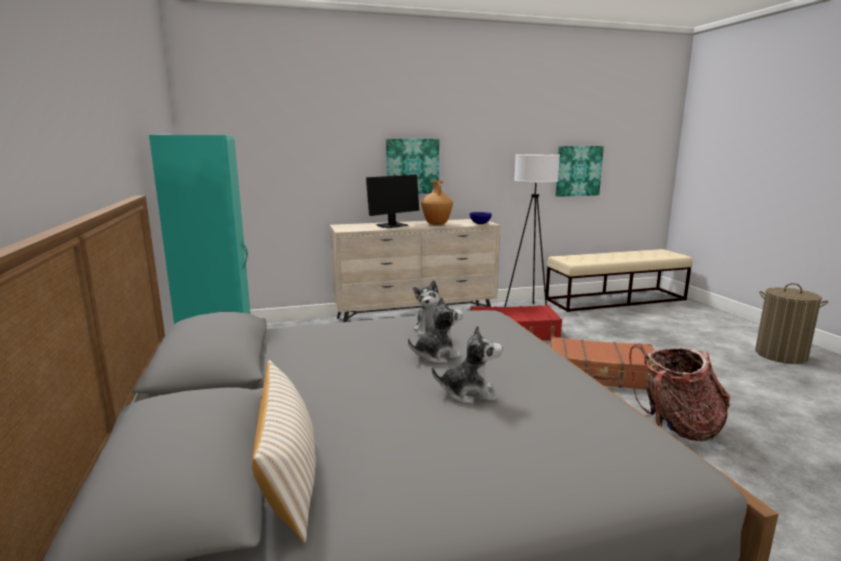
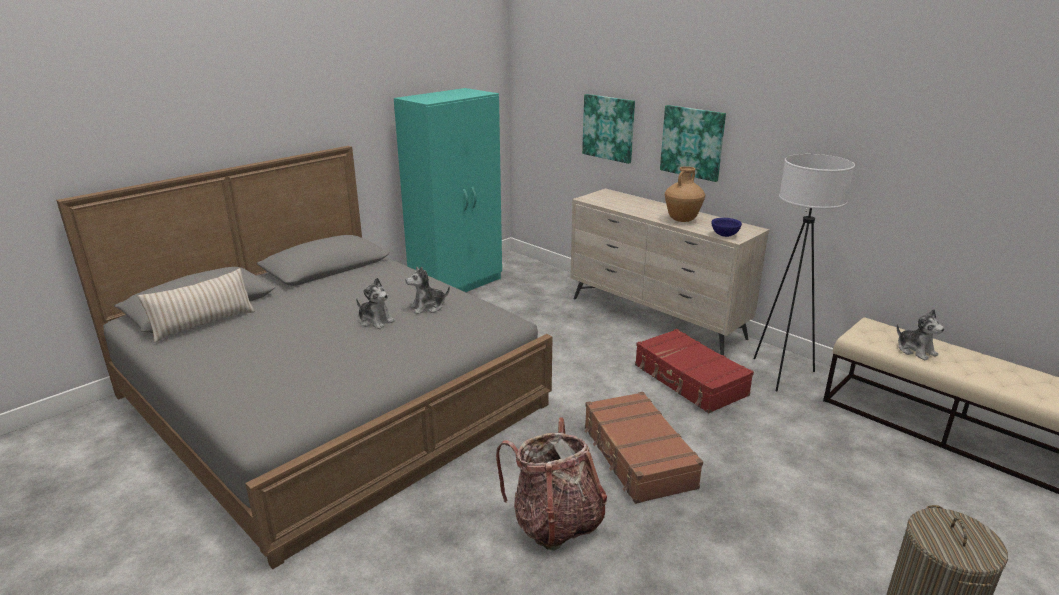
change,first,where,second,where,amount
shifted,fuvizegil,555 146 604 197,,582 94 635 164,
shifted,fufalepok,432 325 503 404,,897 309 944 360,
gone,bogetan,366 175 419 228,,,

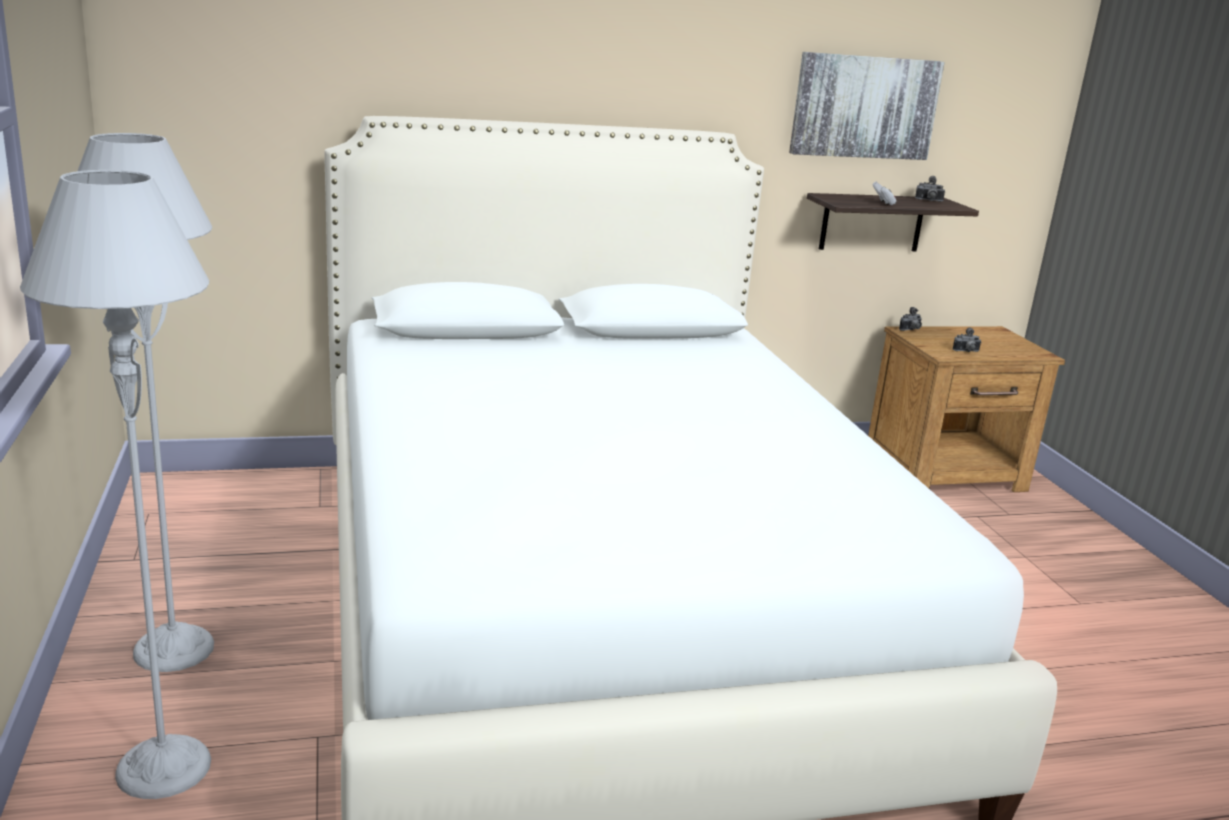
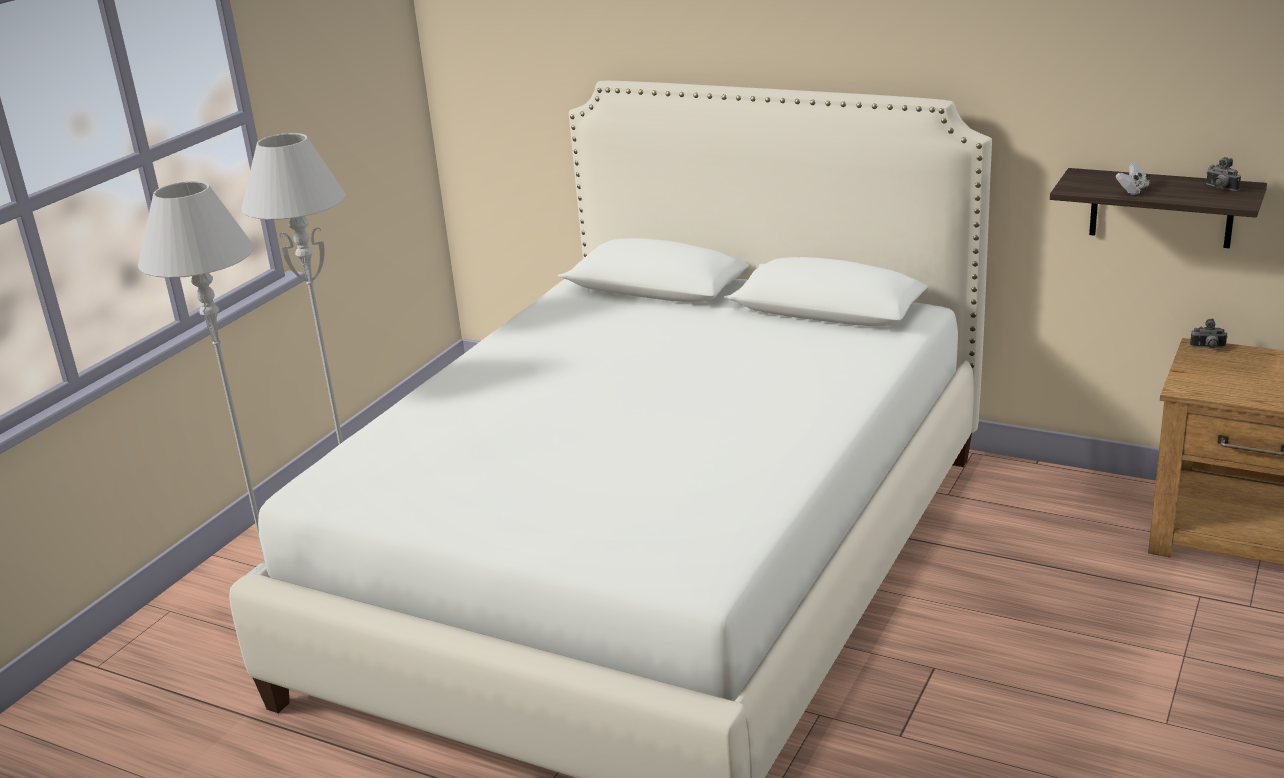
change,first,where,second,where,amount
gone,fuvizegil,789 52 945 160,,,
gone,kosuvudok,953 327 982 352,,,

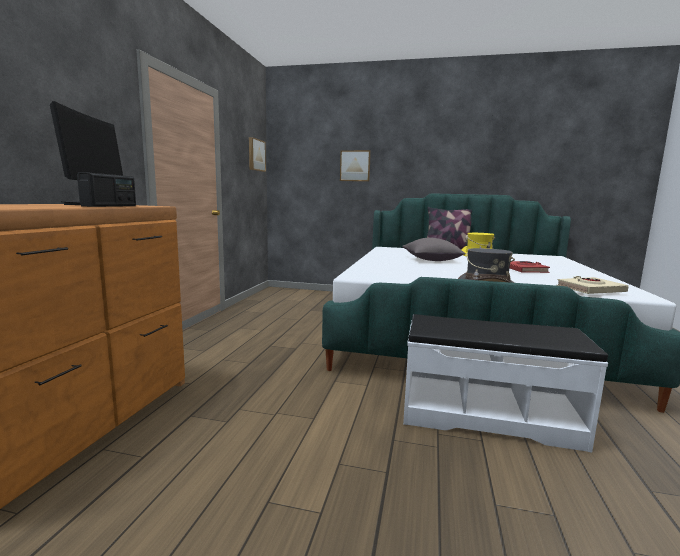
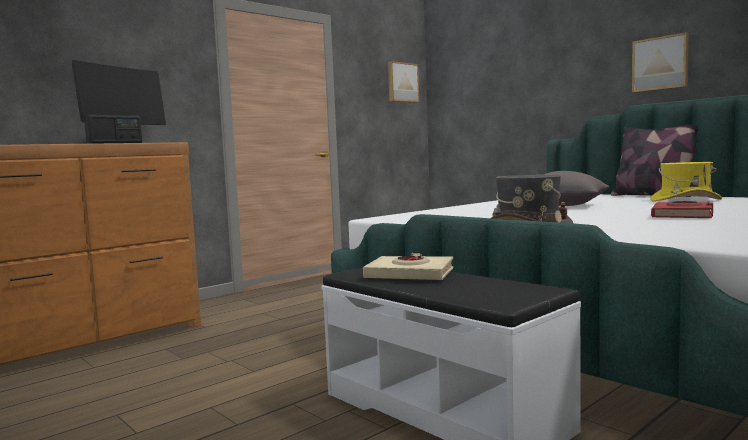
change,first,where,second,where,amount
shifted,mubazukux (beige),557 276 629 294,,363 253 453 280,
shifted,fuvizegil,340 150 371 182,,632 32 689 93,

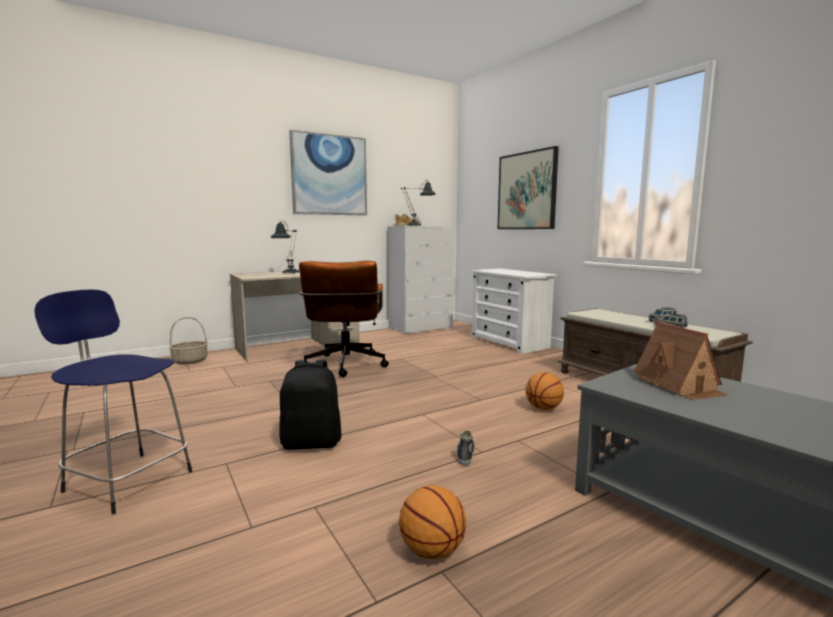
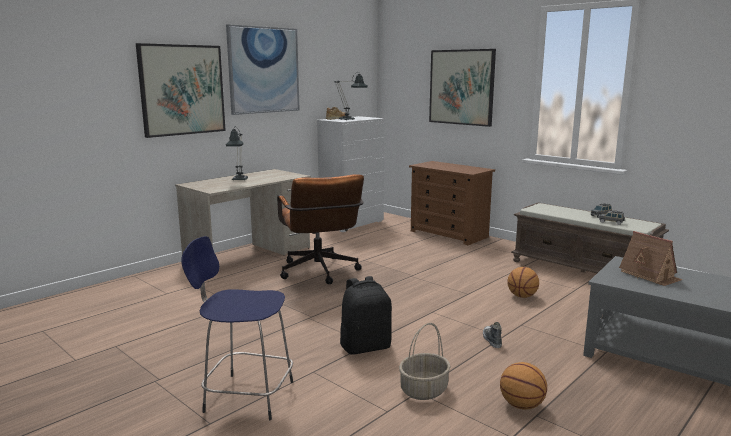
change,first,where,second,where,amount
new,,,fuvizegil,136 43 226 138,
shifted,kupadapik,169 317 208 364,,399 323 450 400,
repainted,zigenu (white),470 268 557 354,zigenu (brown),409 161 495 245,

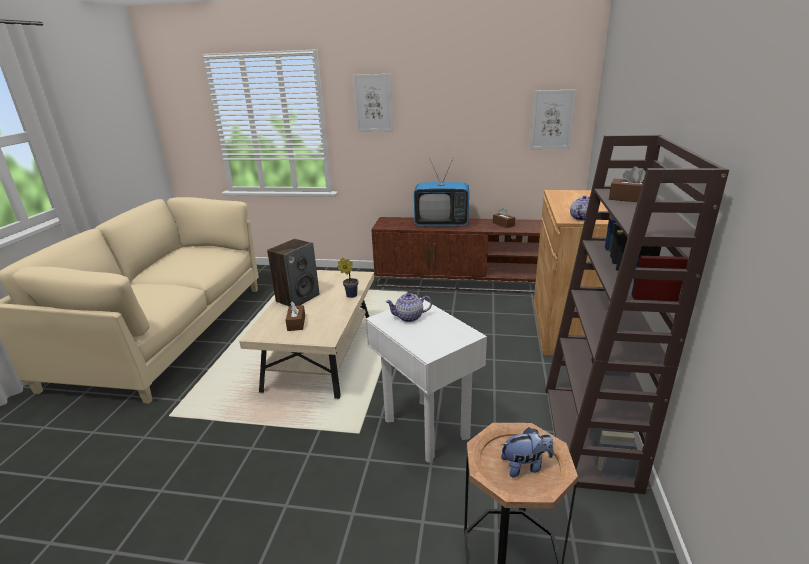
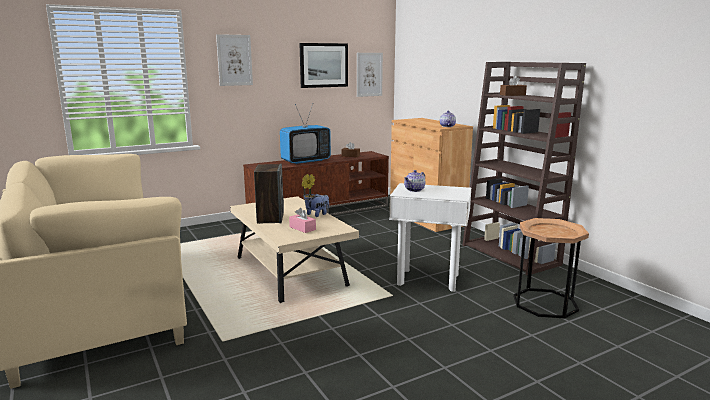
change,first,where,second,where,amount
repainted,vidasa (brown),286 302 305 331,vidasa (pink),289 208 316 233,
new,,,fuvizegil,299 43 348 88,
shifted,fufalepok,501 427 554 477,,307 194 329 217,

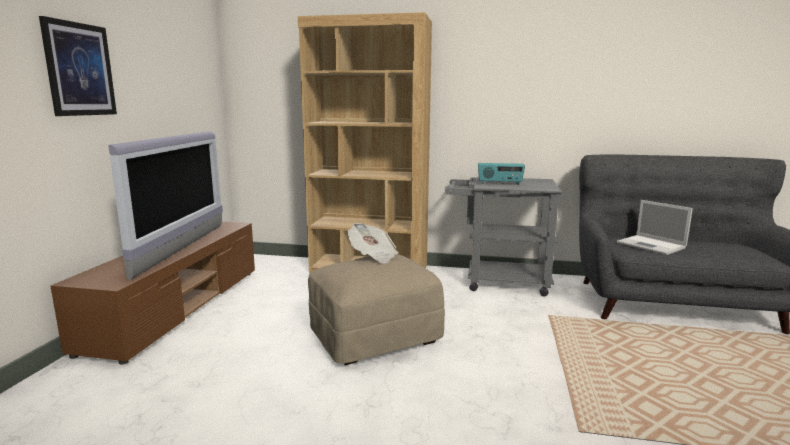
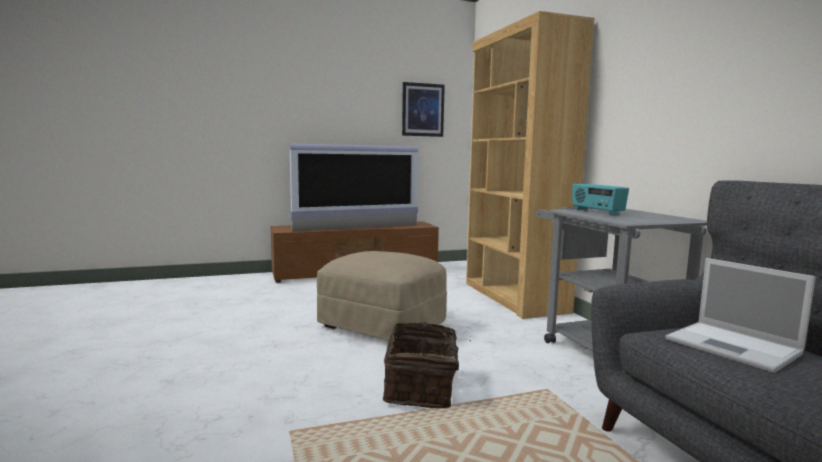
change,first,where,second,where,amount
new,,,kupadapik,383 322 471 408,
shifted,fuvizegil,39 16 117 116,,402 82 445 137,
rotated,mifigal,617 200 693 255,,665 258 816 373,60 degrees counterclockwise
gone,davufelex,347 223 399 264,,,

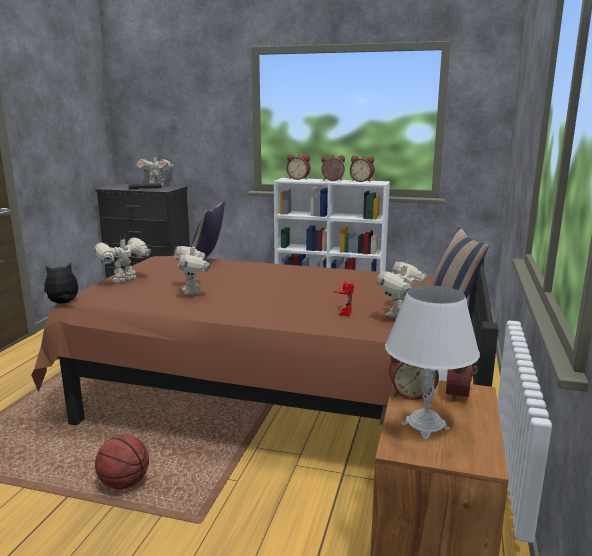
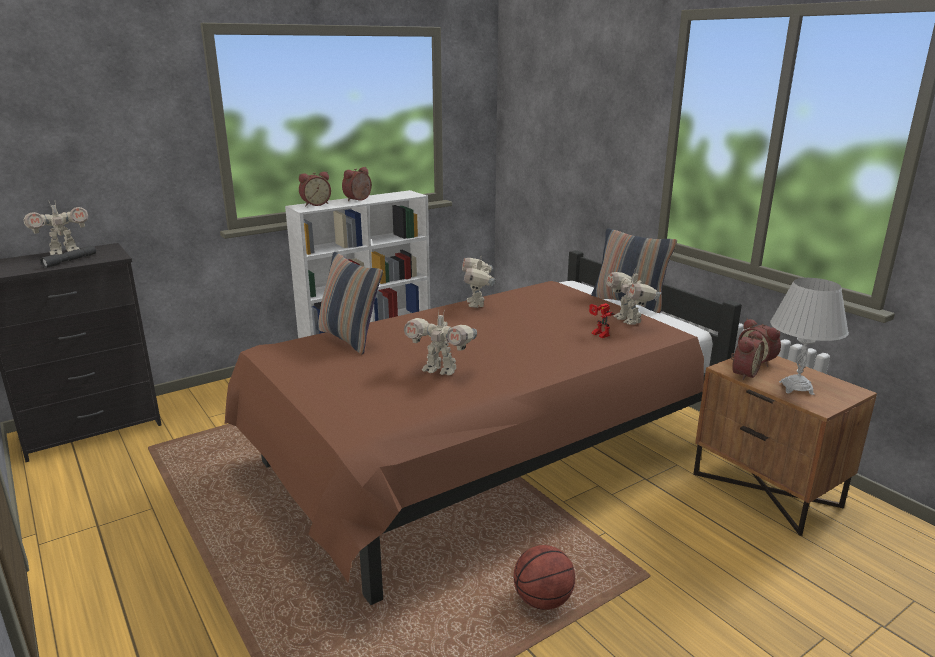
change,first,where,second,where,amount
shifted,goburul,94 238 151 283,,462 257 496 308,
gone,fufalepok,43 263 78 304,,,
gone,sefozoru,350 156 375 182,,,

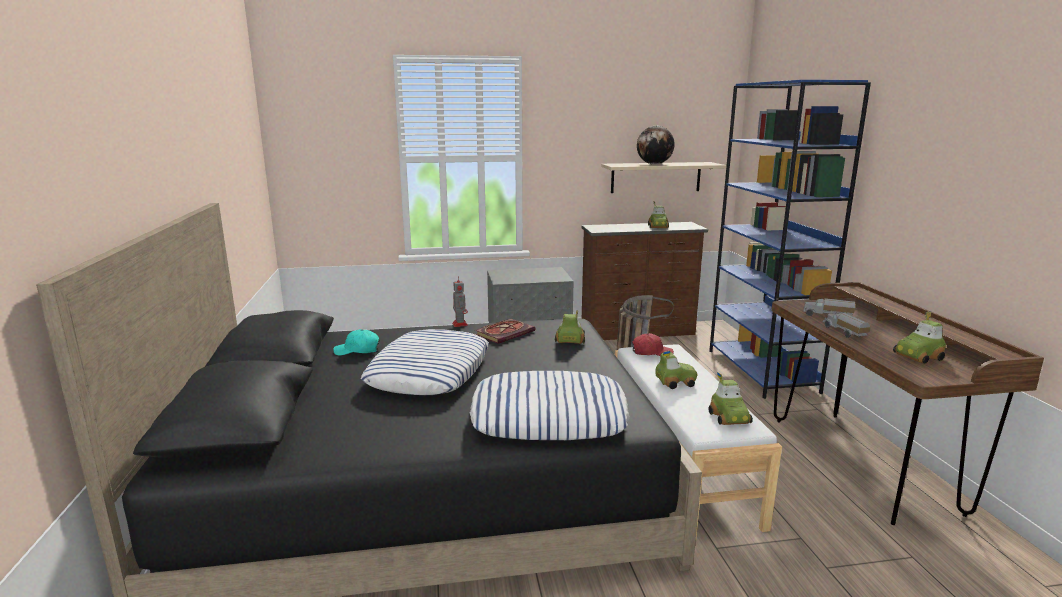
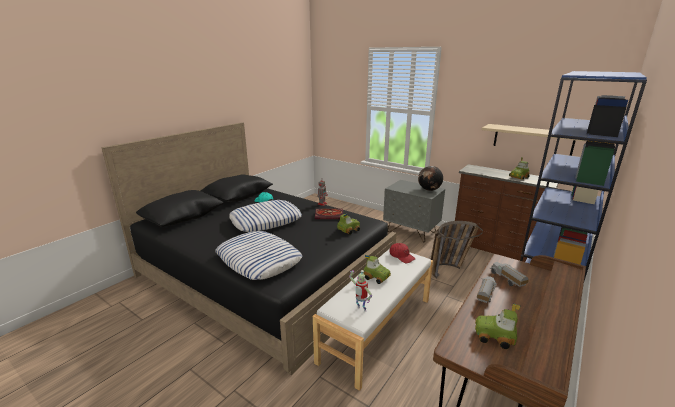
change,first,where,second,where,amount
swapped,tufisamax,709 372 753 425,goburul,349 270 372 312,
shifted,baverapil,637 126 675 164,,418 166 443 191,

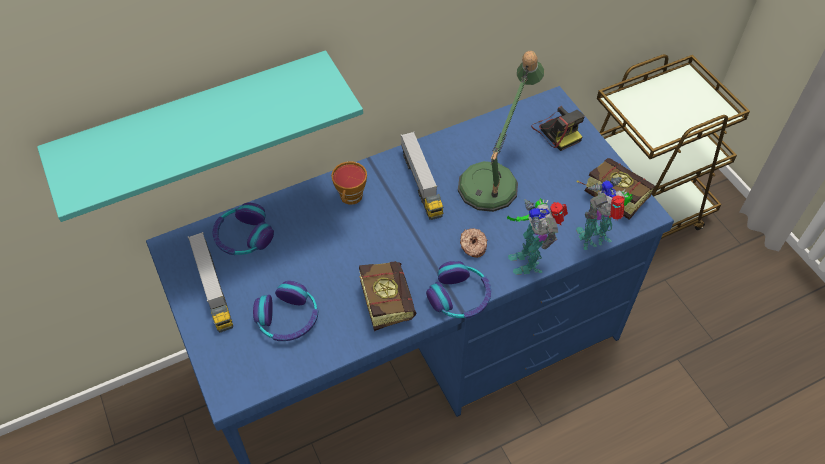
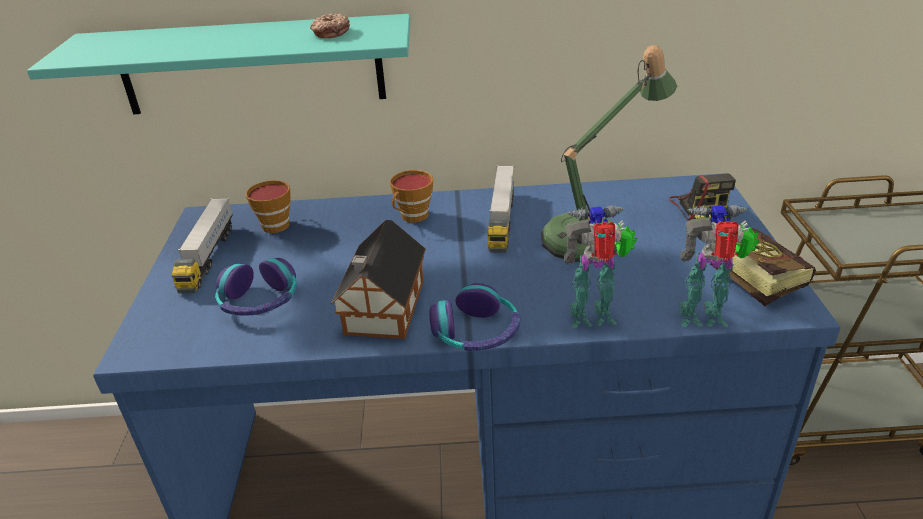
change,first,where,second,where,amount
swapped,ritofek,213 203 274 255,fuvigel,246 180 291 233,
shifted,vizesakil,460 228 487 258,,310 13 350 38,
swapped,mubazukux,359 261 416 331,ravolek,331 220 426 339,
rotated,goburul,507 198 568 275,,564 205 637 328,75 degrees clockwise

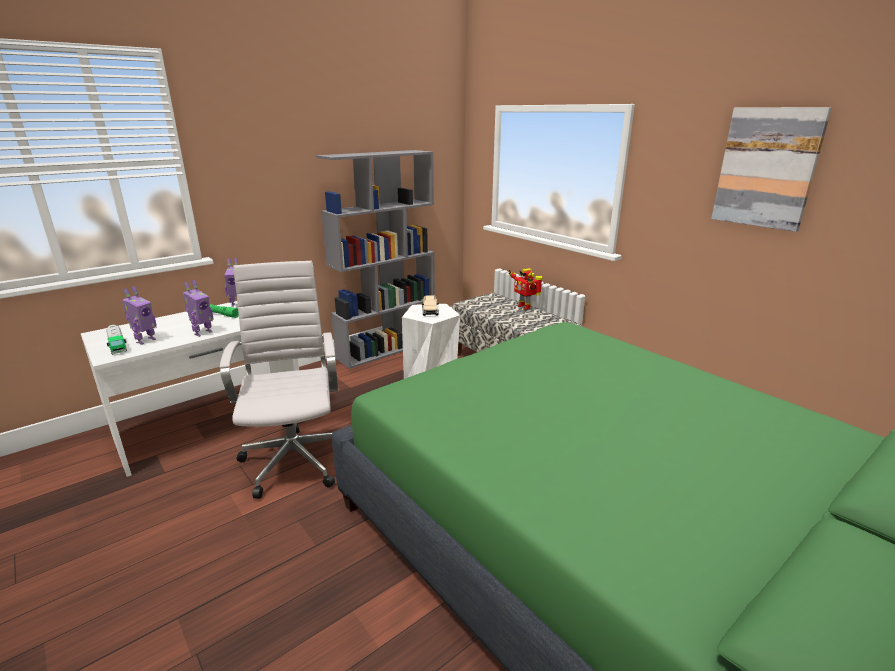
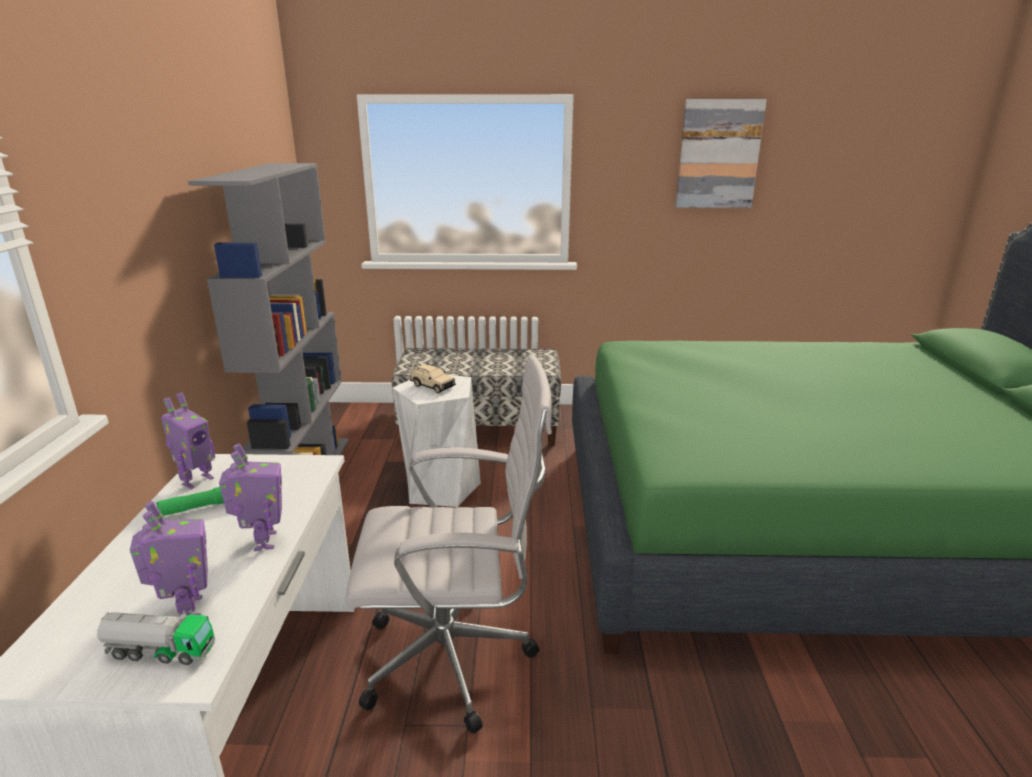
change,first,where,second,where,amount
rotated,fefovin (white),220 261 339 499,,345 354 552 734,150 degrees clockwise
gone,goburul,509 268 542 310,,,

